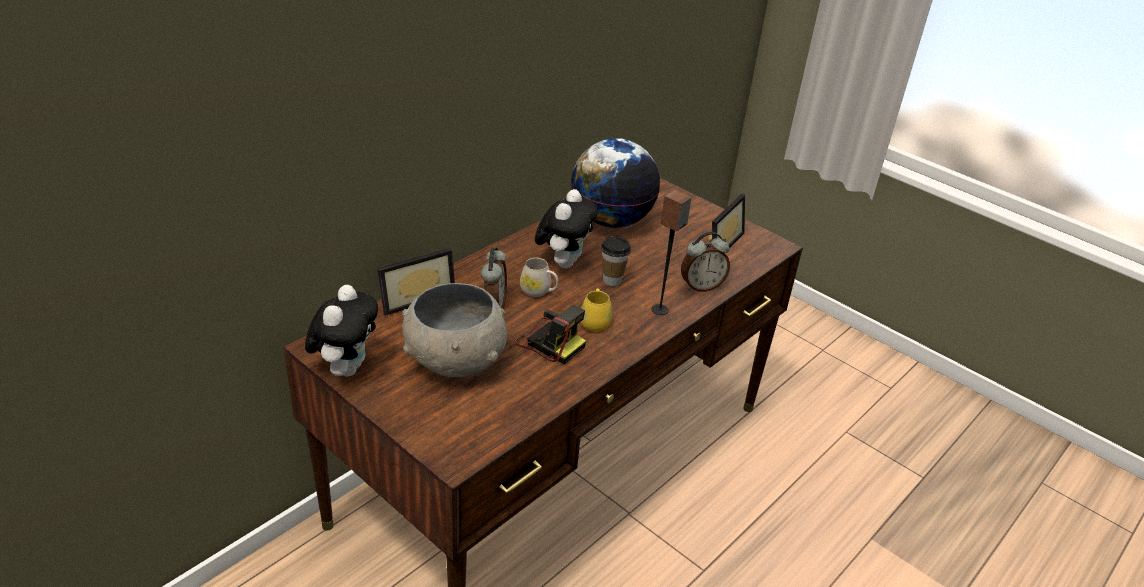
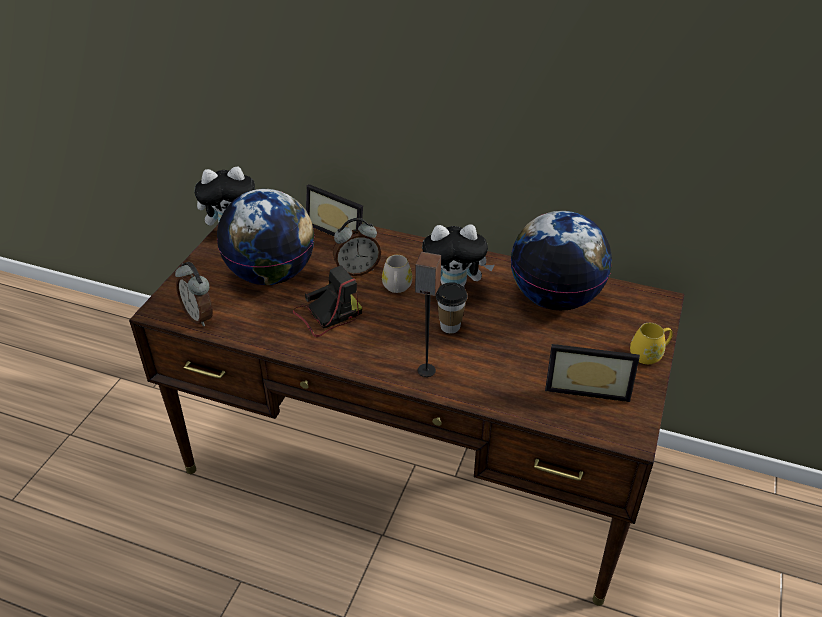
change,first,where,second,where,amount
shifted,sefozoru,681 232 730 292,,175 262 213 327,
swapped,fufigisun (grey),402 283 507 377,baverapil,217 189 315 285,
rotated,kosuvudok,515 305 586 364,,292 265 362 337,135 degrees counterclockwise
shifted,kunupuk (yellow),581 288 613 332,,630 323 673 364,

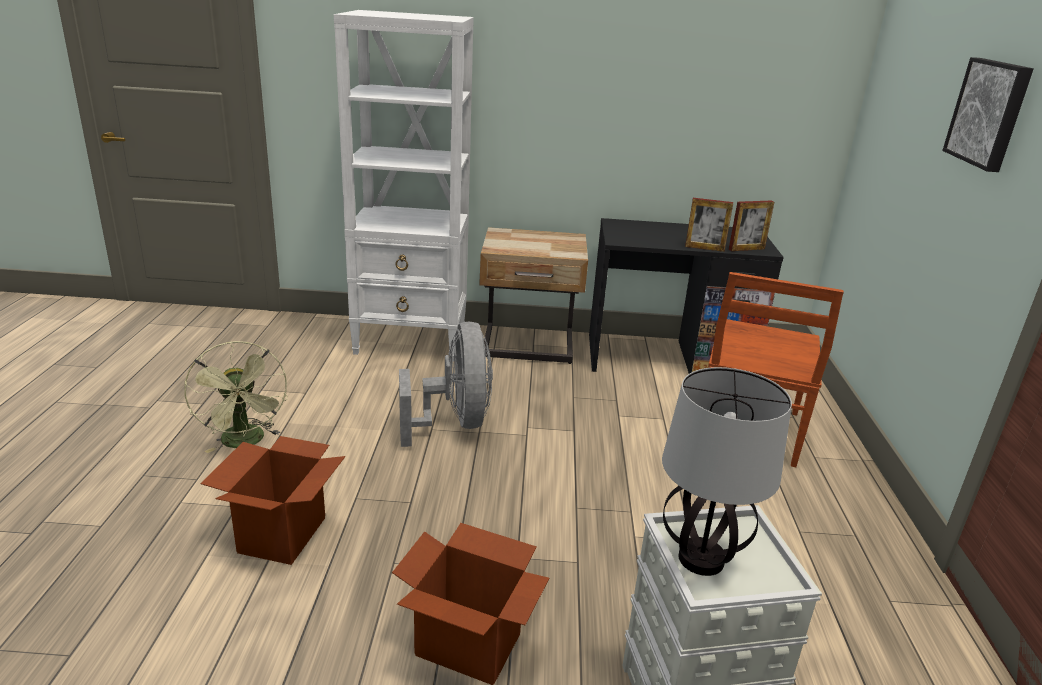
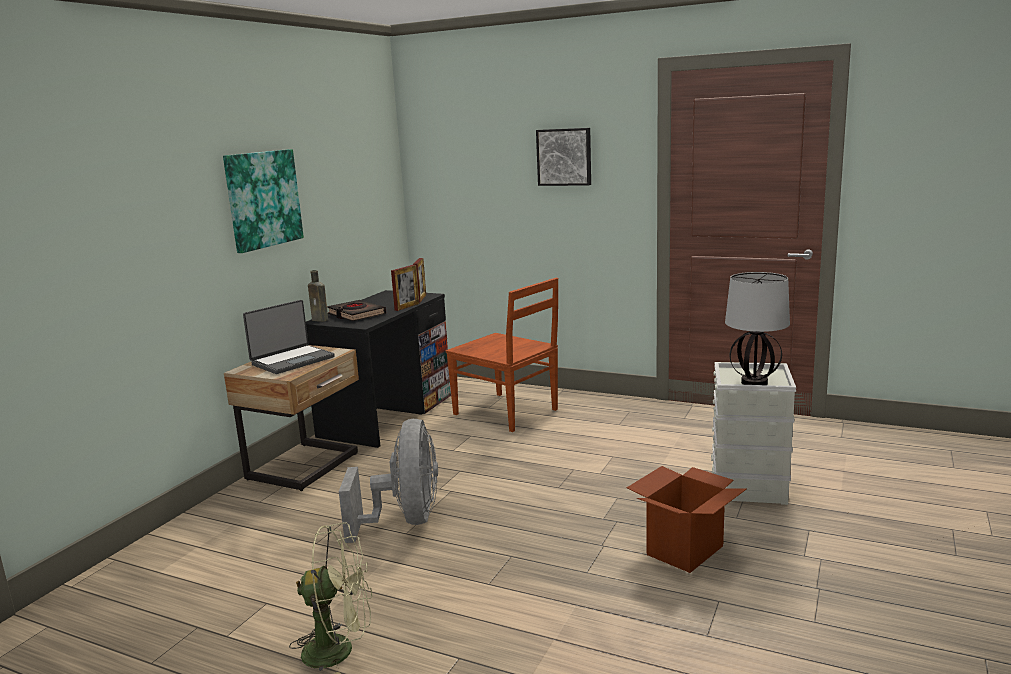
change,first,where,second,where,amount
new,,,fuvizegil,223 149 304 253,
new,,,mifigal,243 300 335 374,
new,,,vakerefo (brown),308 270 328 322,
new,,,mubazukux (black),327 300 386 321,
rotated,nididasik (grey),399 322 493 447,,339 419 438 543,75 degrees clockwise
gone,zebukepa,200 436 345 565,,,
gone,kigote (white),334 10 474 362,,,

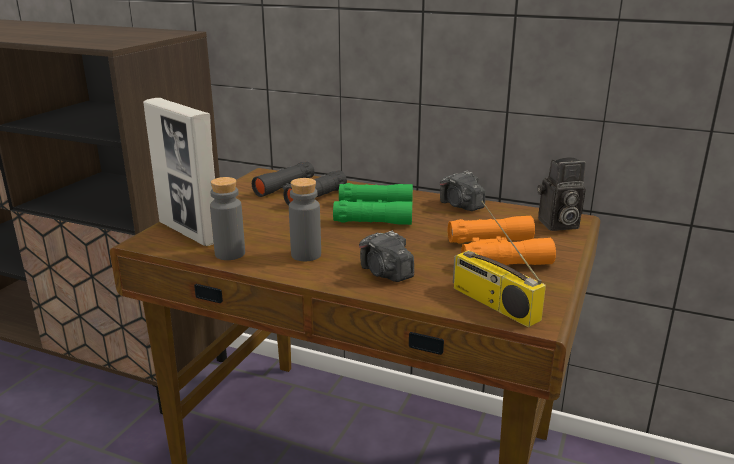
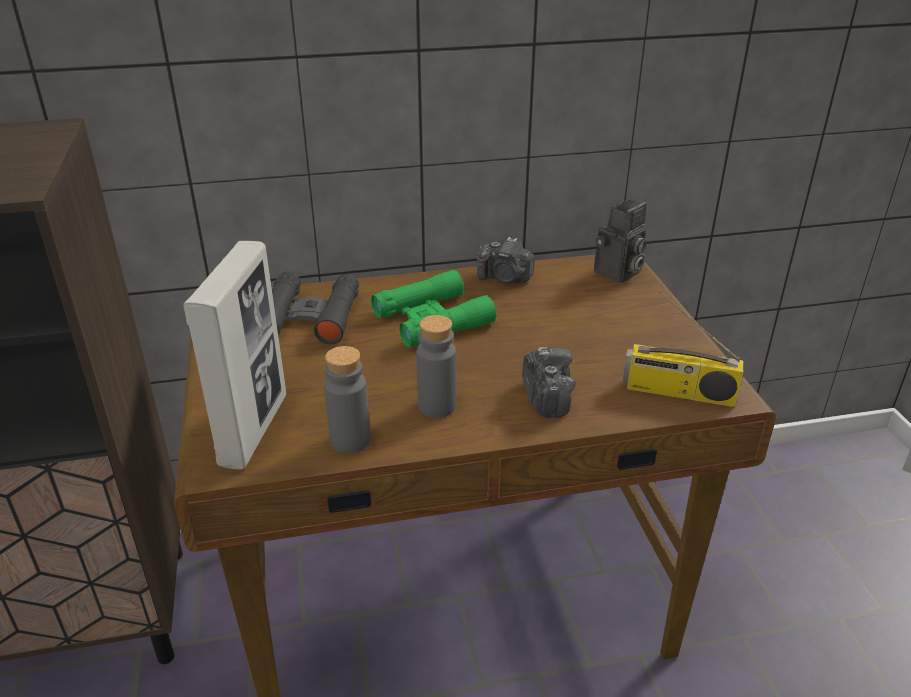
change,first,where,second,where,amount
rotated,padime,143 98 215 246,,183 241 286 470,90 degrees counterclockwise
rotated,kosuvudok,359 230 414 282,,522 347 576 418,120 degrees counterclockwise
gone,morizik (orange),448 216 556 265,,,

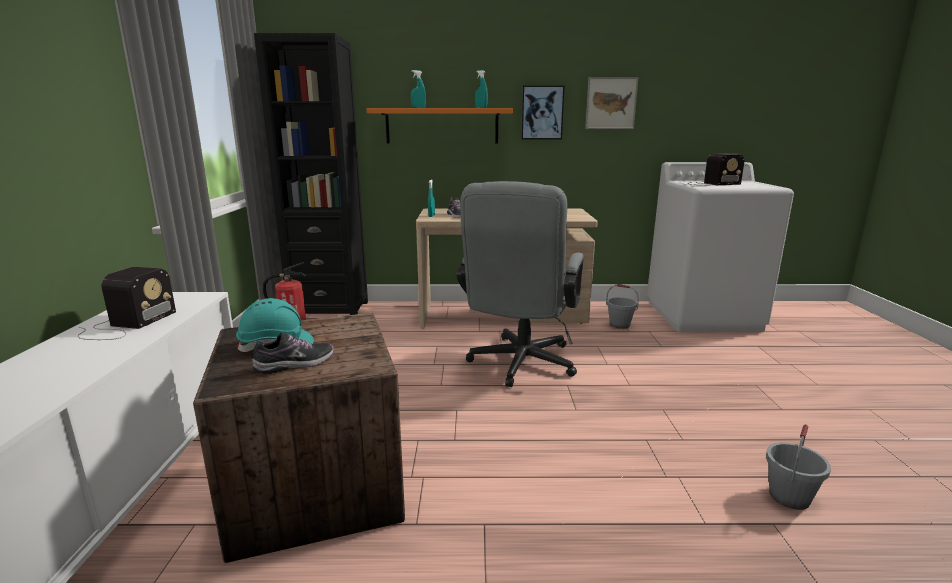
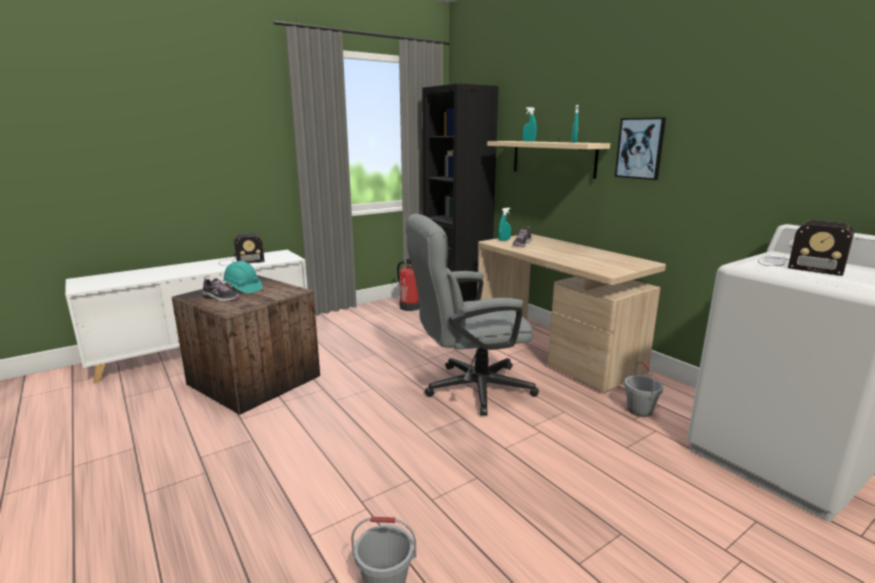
change,first,where,second,where,amount
repainted,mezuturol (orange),367 108 513 143,mezuturol (beige),487 141 610 179,
gone,fuvizegil,585 77 638 129,,,

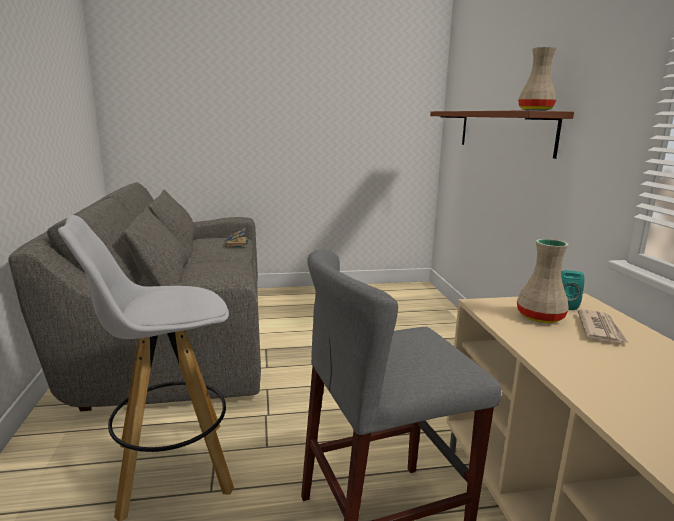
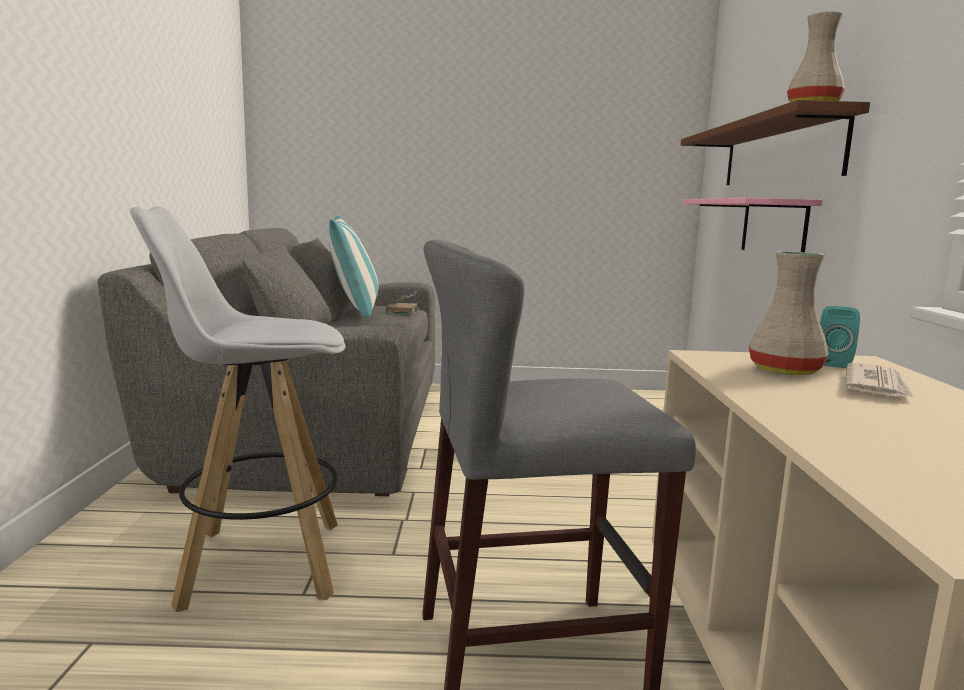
change,first,where,second,where,amount
new,,,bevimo,329 216 378 318,
new,,,mezuturol (pink),683 198 822 252,

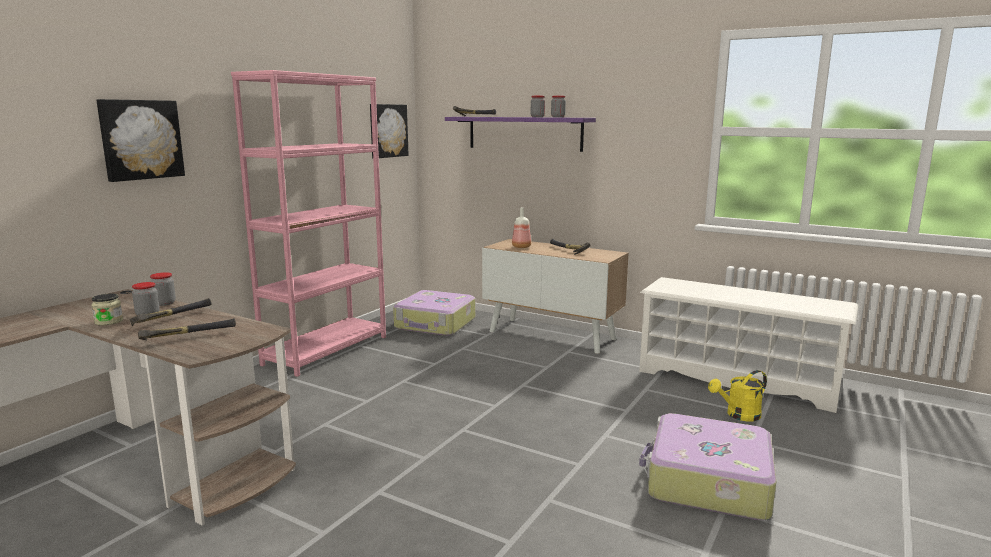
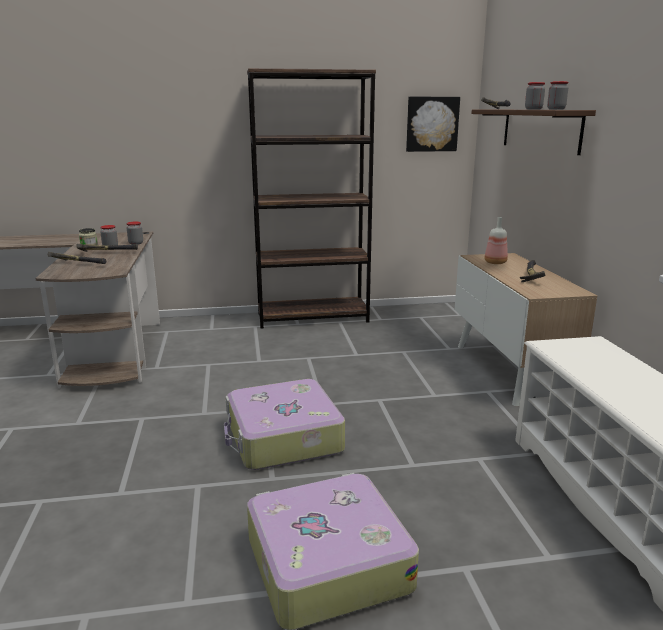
change,first,where,second,where,amount
shifted,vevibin,393 290 476 336,,224 379 345 470,
repainted,kigote (pink),231 70 386 377,kigote (brown),247 68 376 329,
repainted,mezuturol (purple),445 117 596 152,mezuturol (brown),471 110 596 155,
gone,fuvizegil,96 99 185 182,,,
gone,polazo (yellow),708 370 767 421,,,

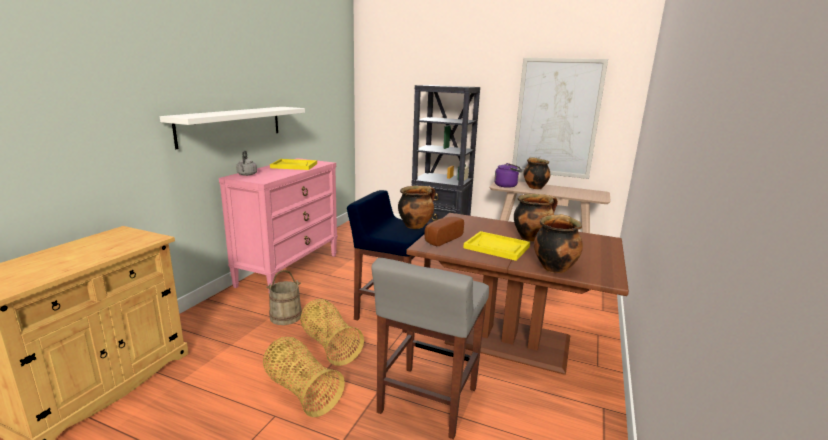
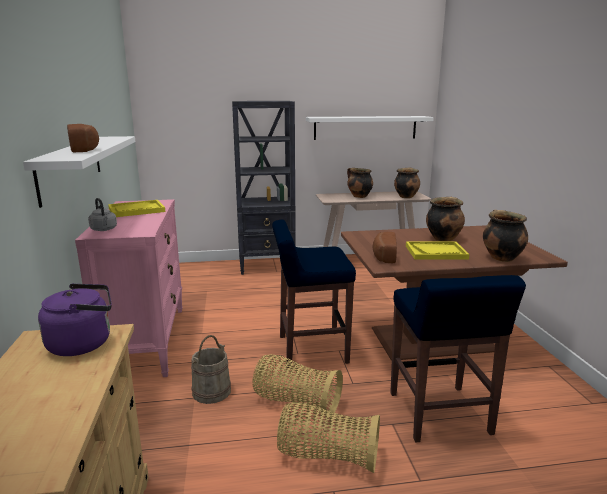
change,first,where,second,where,amount
shifted,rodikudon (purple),494 163 522 188,,38 284 112 356,
new,,,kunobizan,67 124 99 152,
swapped,fuvizegil,512 58 608 179,mezuturol (white),306 116 434 140,
repainted,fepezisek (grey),371 258 489 439,fepezisek (blue),390 275 526 442,
shifted,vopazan,398 186 435 229,,394 168 420 198,

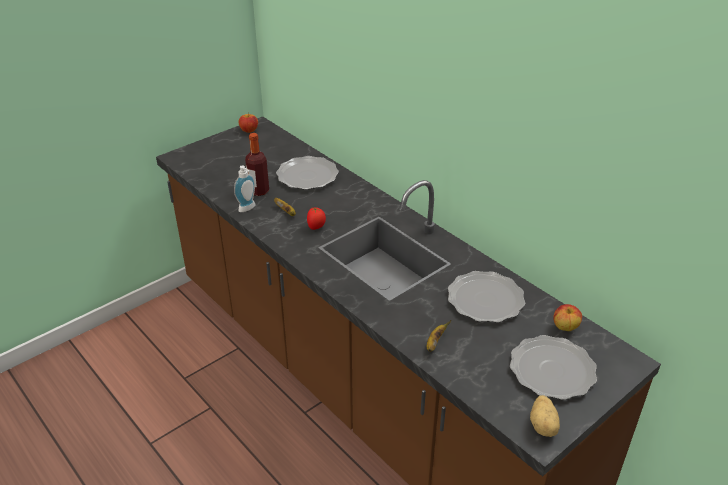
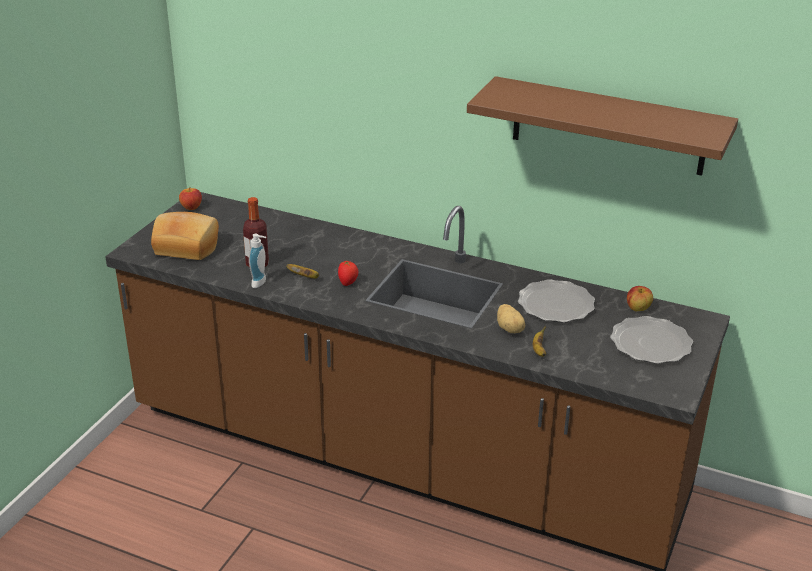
change,first,where,second,where,amount
new,,,kunobizan,151 212 219 260,
new,,,mezuturol (brown),467 76 738 176,
shifted,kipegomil,530 395 560 437,,497 304 525 333,
gone,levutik,276 156 339 190,,,

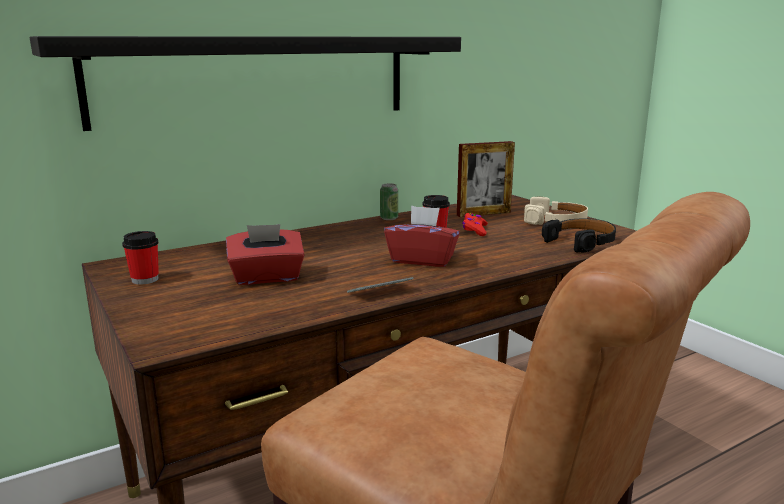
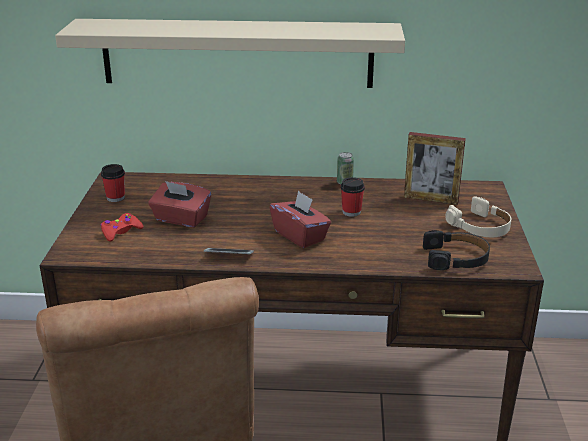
change,first,where,second,where,amount
repainted,mezuturol (black),30 36 461 131,mezuturol (beige),55 19 405 88,
shifted,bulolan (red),462 213 488 236,,101 213 143 242,

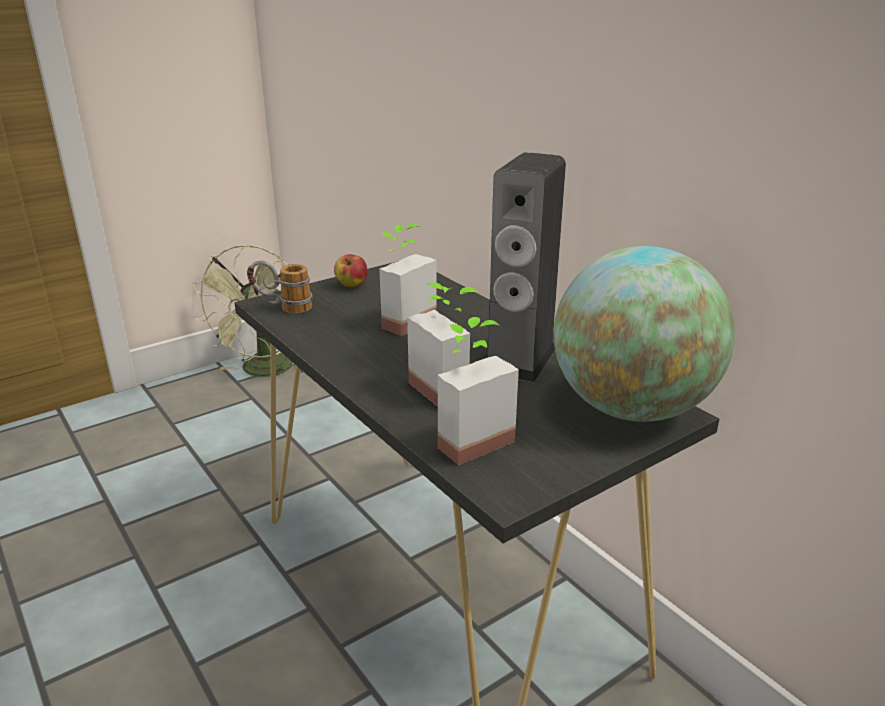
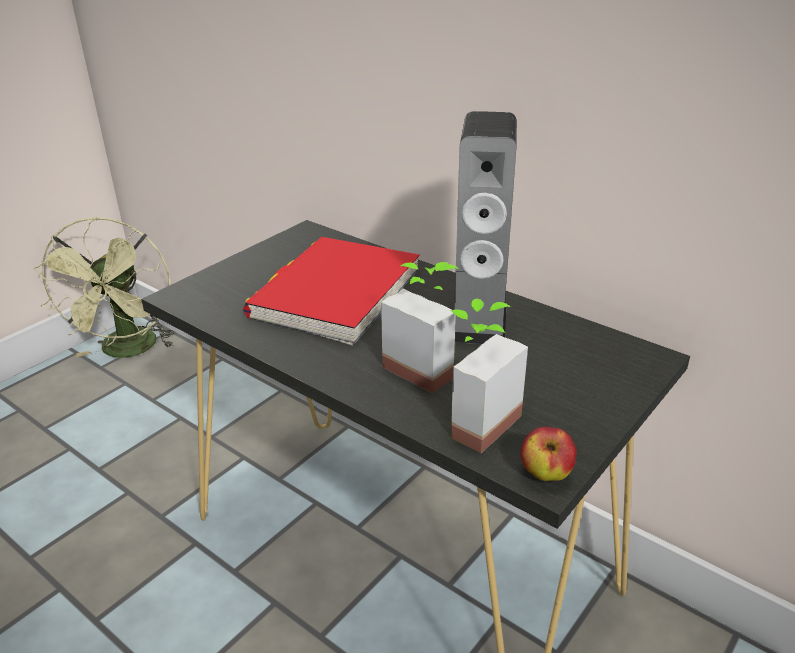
change,first,where,second,where,amount
swapped,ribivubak,379 224 437 336,mubazukux (red),243 237 420 346,
shifted,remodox,334 254 368 288,,521 427 577 481,
gone,kunupuk,247 260 313 314,,,
gone,baverapil,554 246 735 422,,,

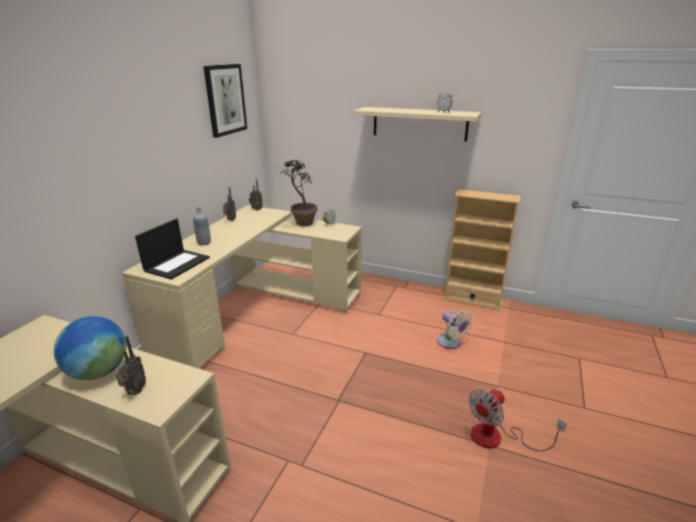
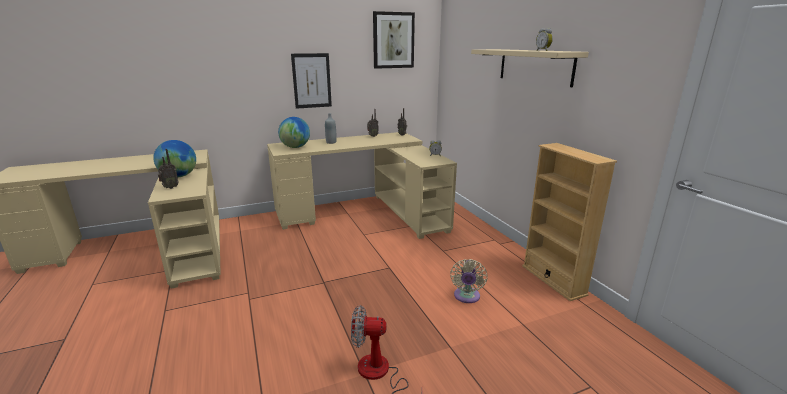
change,first,where,second,where,amount
swapped,mifigal,135 219 210 280,baverapil,278 117 310 148,
new,,,fuvizegil,291 53 332 109,
gone,ribivubak,280 160 318 226,,,

